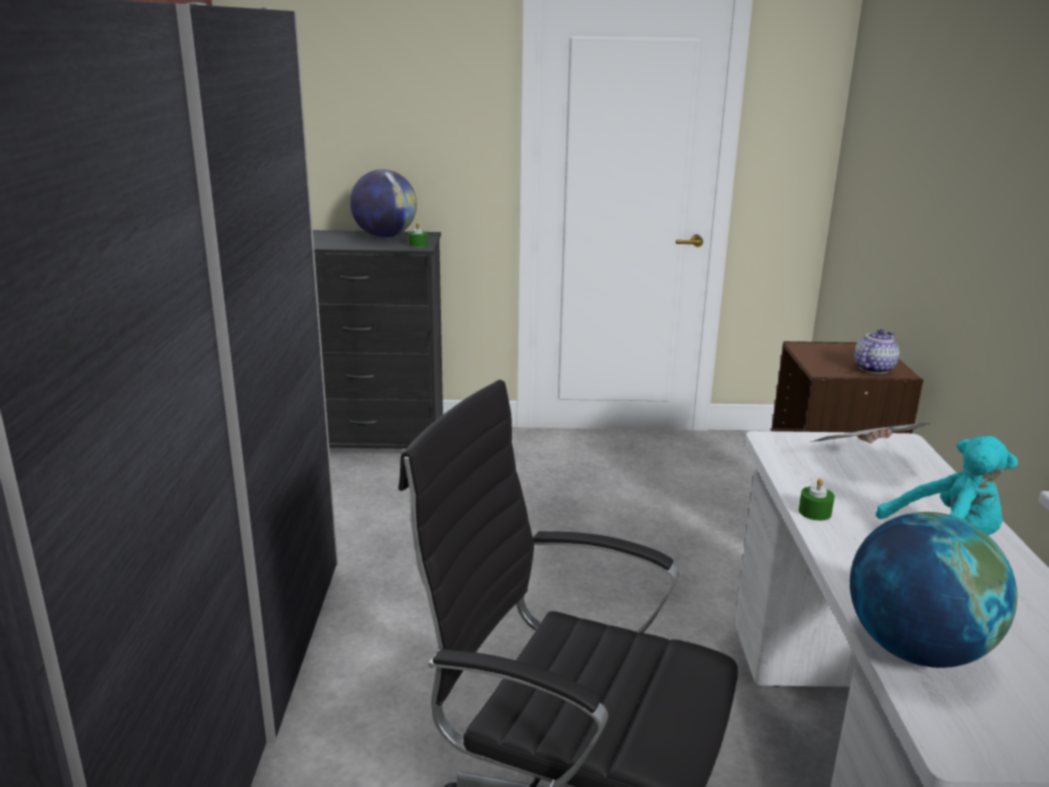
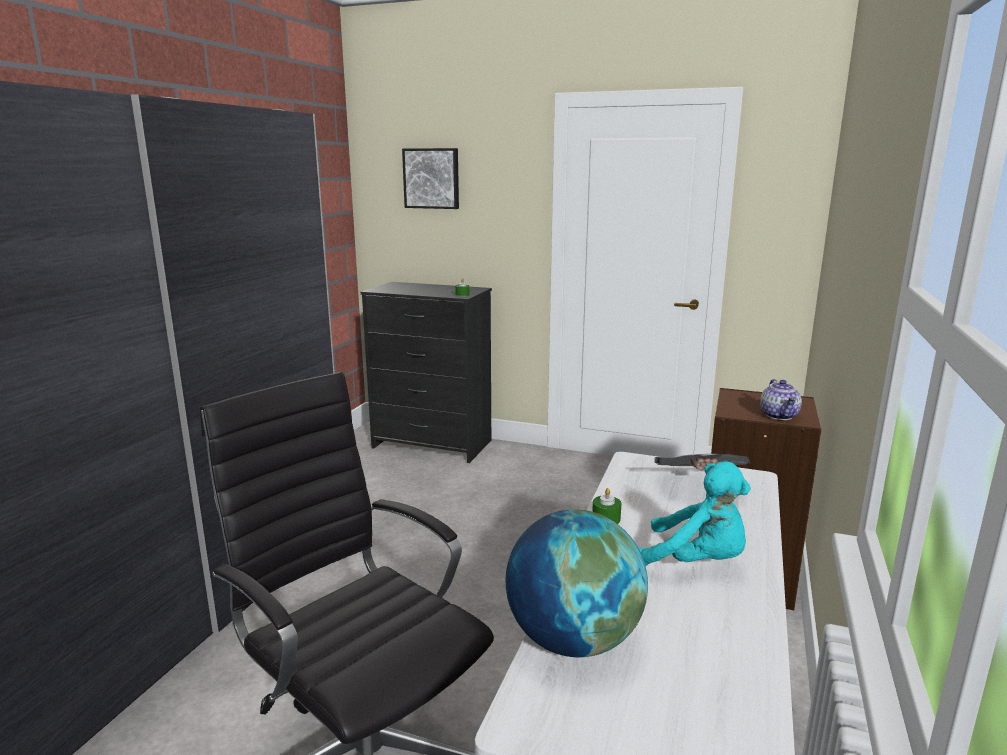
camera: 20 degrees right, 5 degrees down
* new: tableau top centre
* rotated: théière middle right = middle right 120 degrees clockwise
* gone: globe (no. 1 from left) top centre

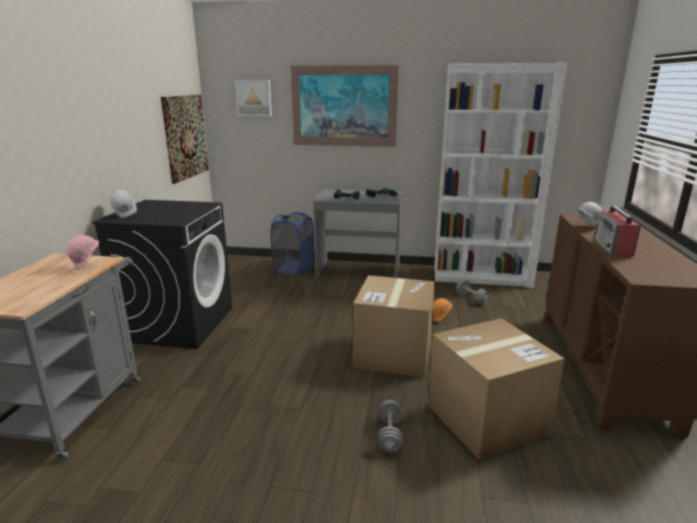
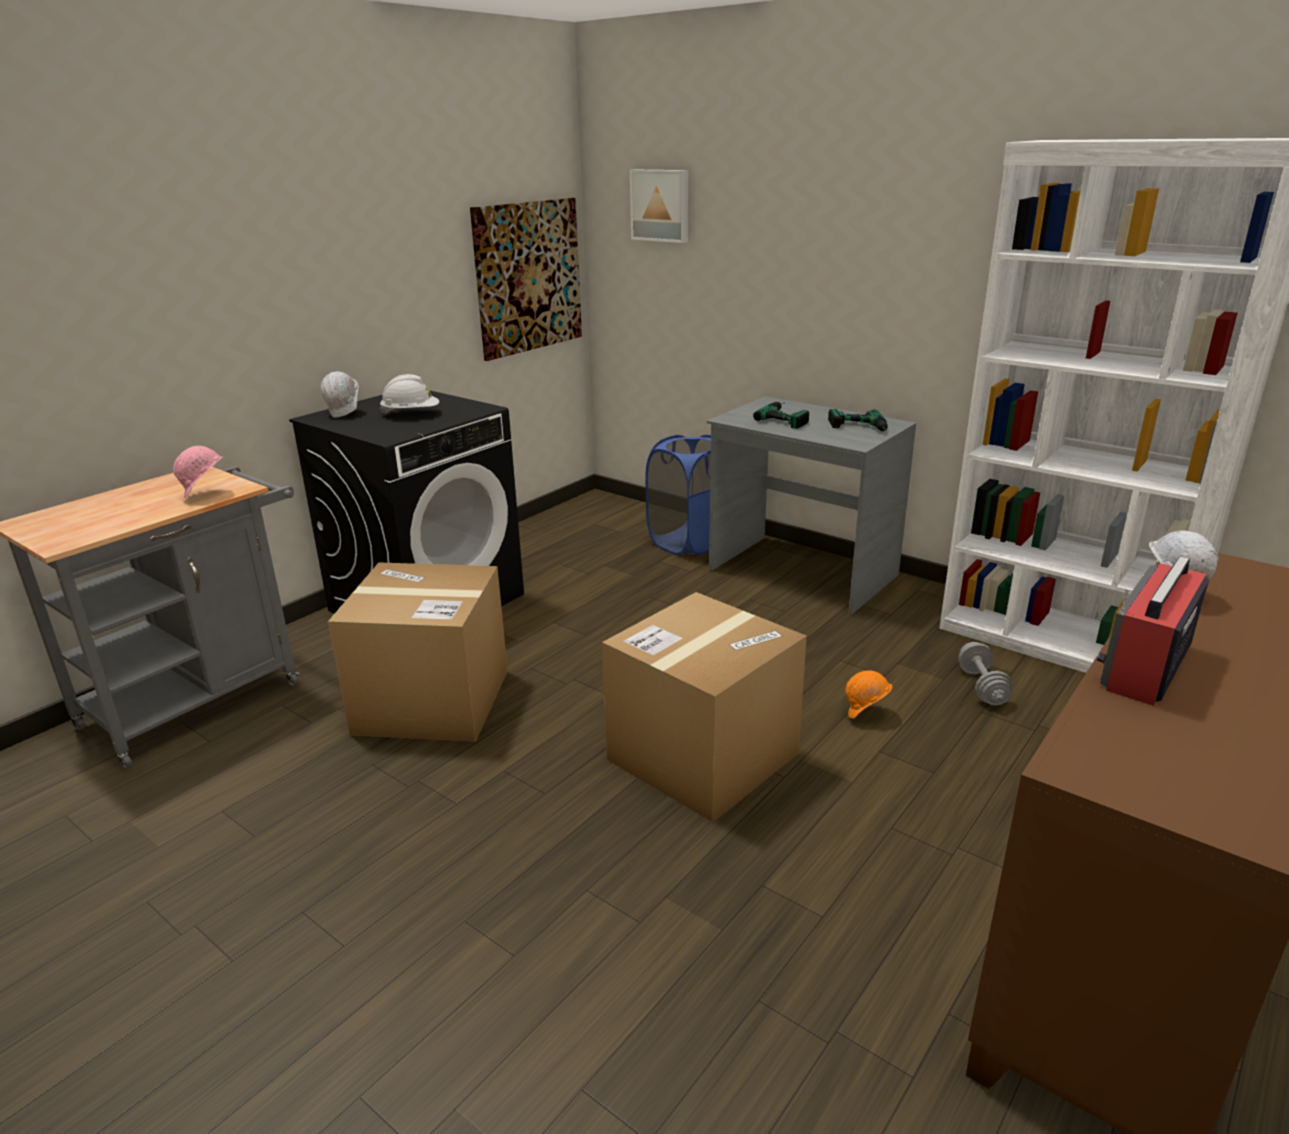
camera: 30 degrees right, 5 degrees up
* shifted: carton (no. 2 from left in the first image) bottom right to carton (no. 1 from left) middle left
* new: casque de chantier [blanc] (no. 2 from left) middle left
* gone: tableau (no. 3 from left) top centre
* gone: haltère [gris] (no. 1 from left) bottom centre

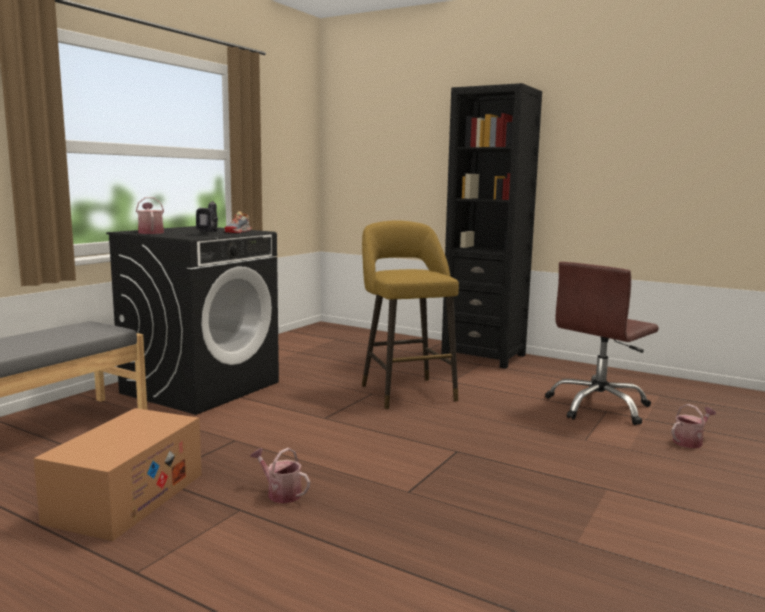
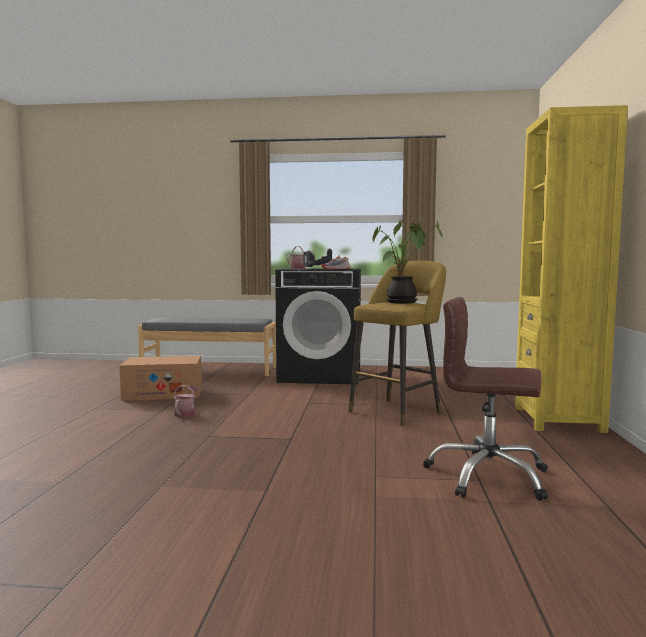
camera: 65 degrees right, 5 degrees down
* new: plante en pot centre
* repainted: bibliothèque [noir] centre to bibliothèque [jaune] middle right
* gone: arrosoir (no. 3 from left) bottom right

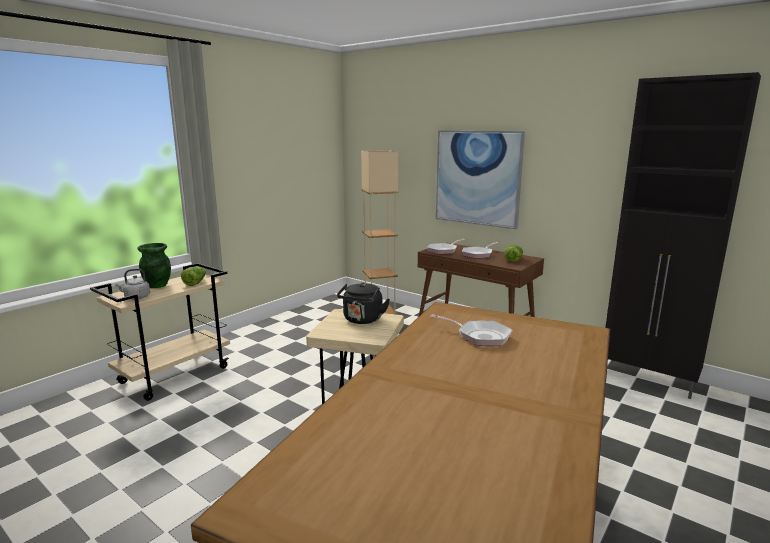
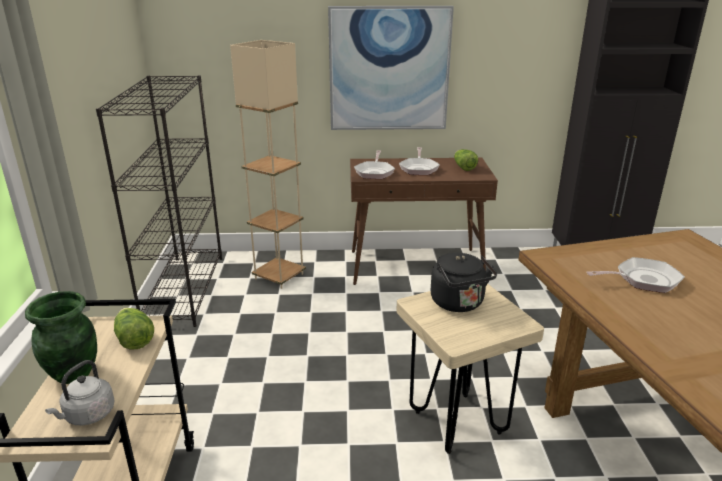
camera: 40 degrees left, 10 degrees up
* new: bibliothèque [noir] middle left

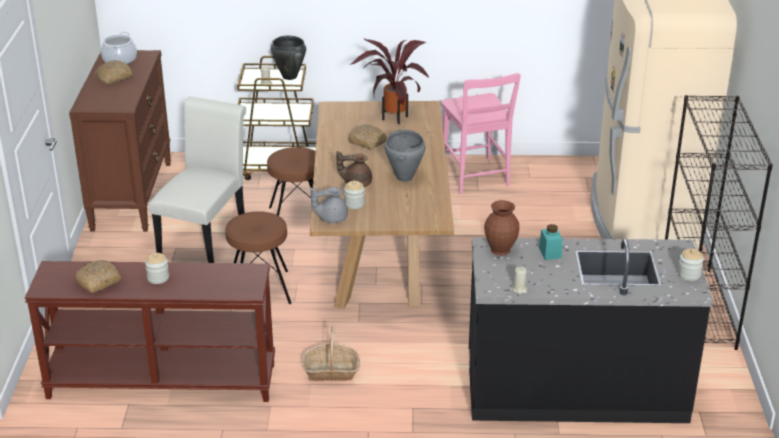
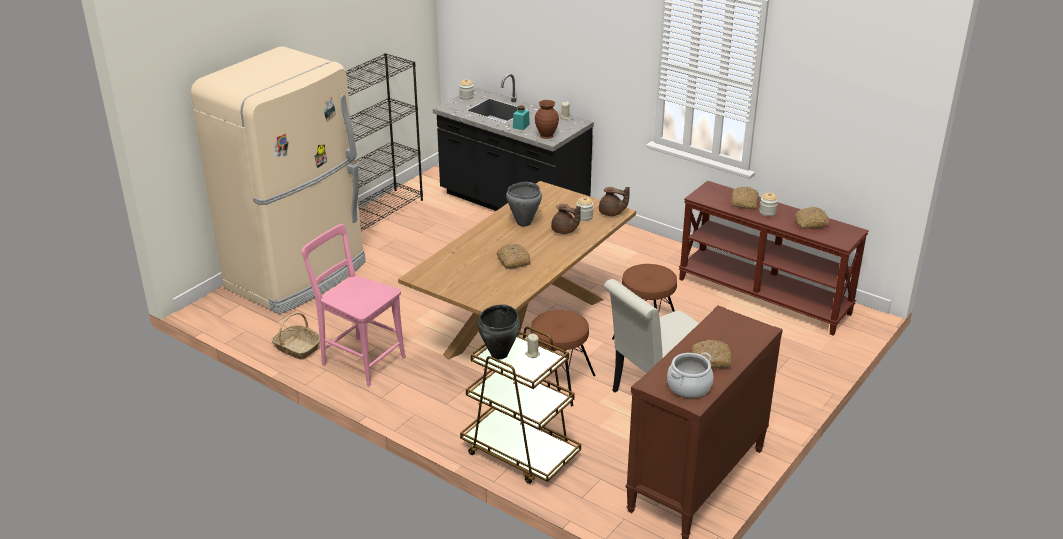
camera: 145 degrees left, 0 degrees up
* shifted: panier bottom centre to middle left
* rotated: chaise [rose] top centre = middle left 75 degrees counterclockwise
* repainted: théière [gris] centre to théière [marron] (no. 2 from left) centre
* new: pain (no. 3 from left) middle right
* gone: plante en pot top centre

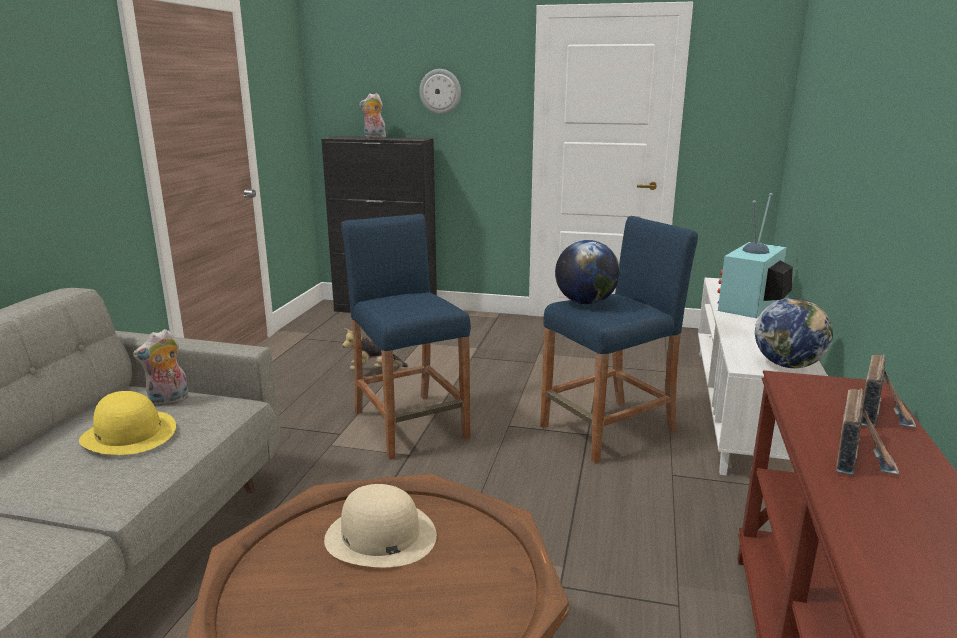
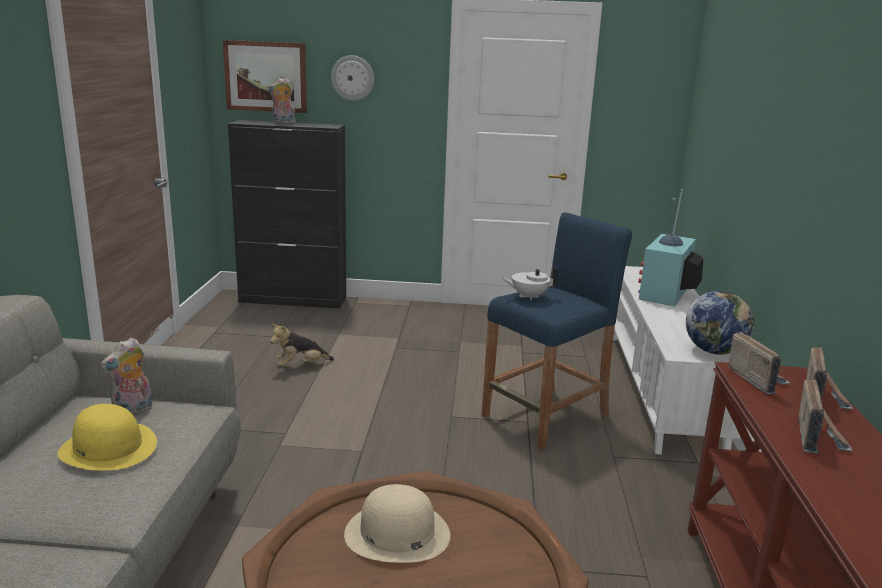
camera: 10 degrees left, 0 degrees up
* new: tableau top left
* swapped: globe (no. 1 from left) centre to théière [blanc] centre
* new: radio (no. 1 from left) middle right
* gone: tabouret [bleu] (no. 1 from left) centre

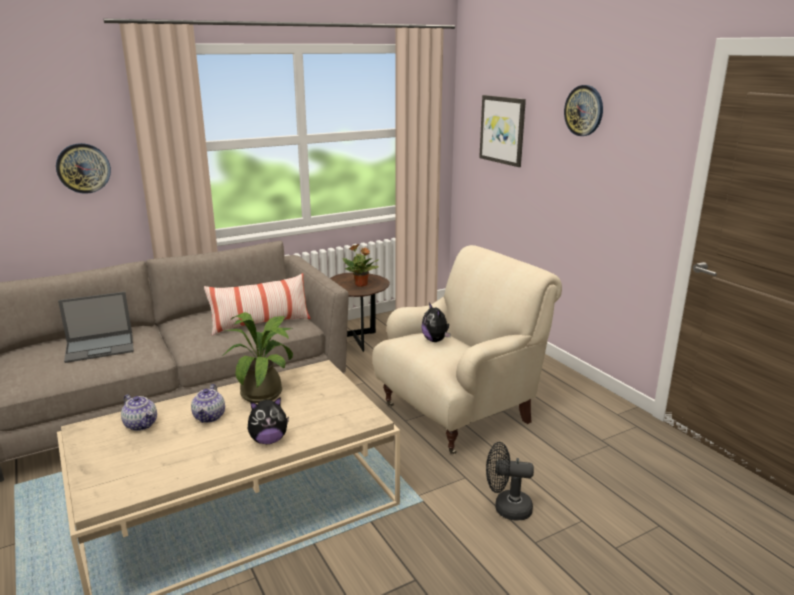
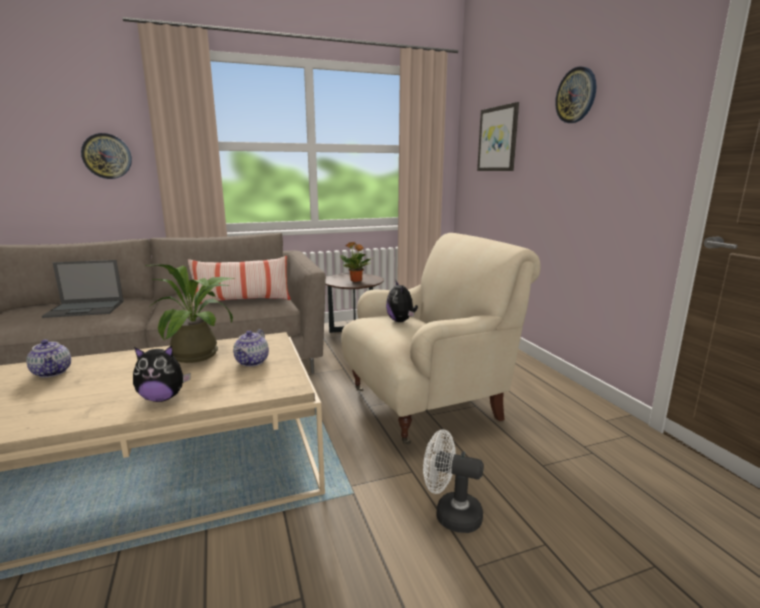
camera: 10 degrees right, 5 degrees down
* shifted: théière (no. 2 from left) bottom left to middle left
* repainted: ventilateur [noir] bottom centre to ventilateur [blanc] bottom centre

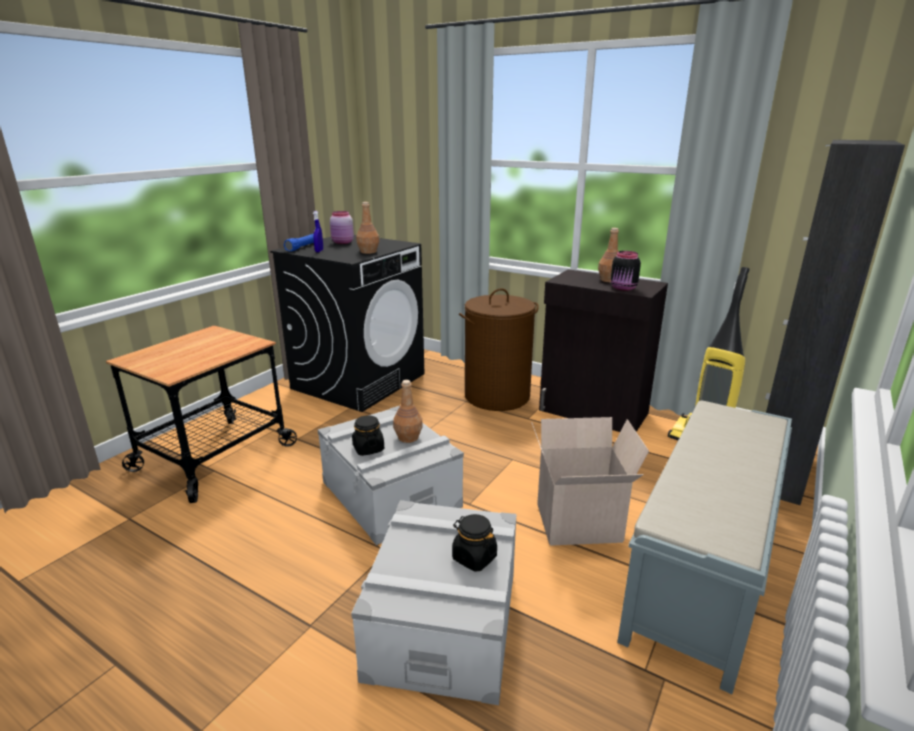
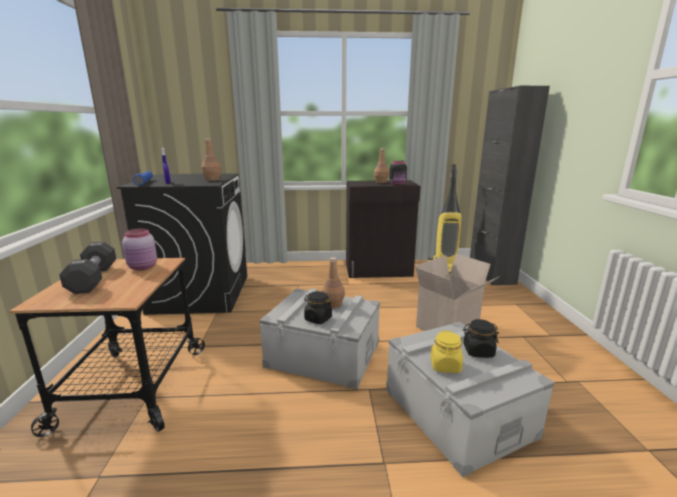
camera: 35 degrees left, 5 degrees down
* new: haltère [noir] middle left
* shifted: bocal [rose] top centre to middle left
* new: bocal [jaune] bottom centre
* gone: panier à linge [marron] centre
* gone: banc [gris] bottom right

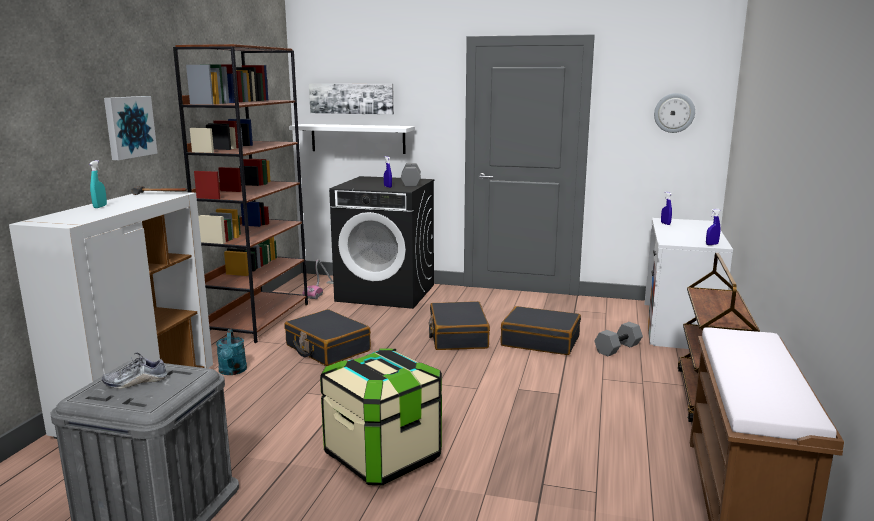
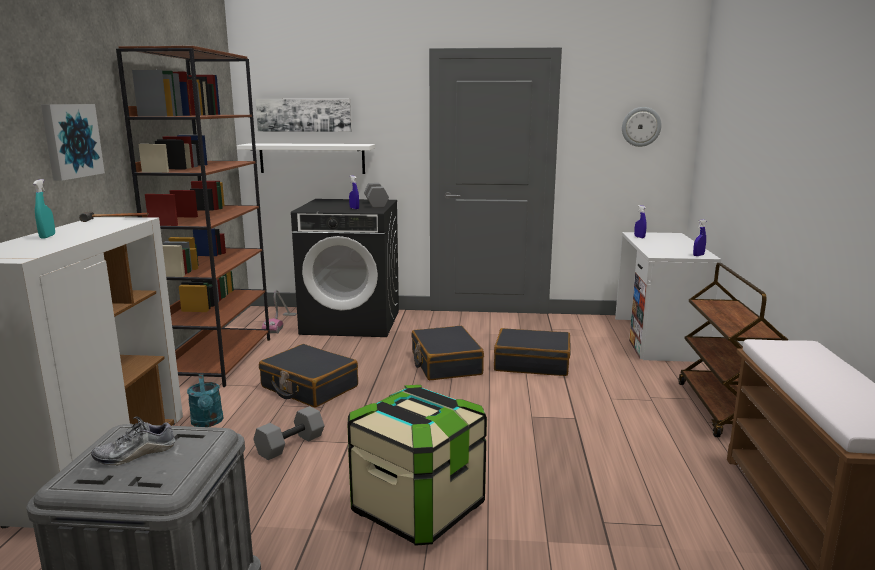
camera: 10 degrees left, 0 degrees up
* shifted: haltère [gris] (no. 2 from left in the first image) middle right to haltère [gris] (no. 1 from left) bottom left

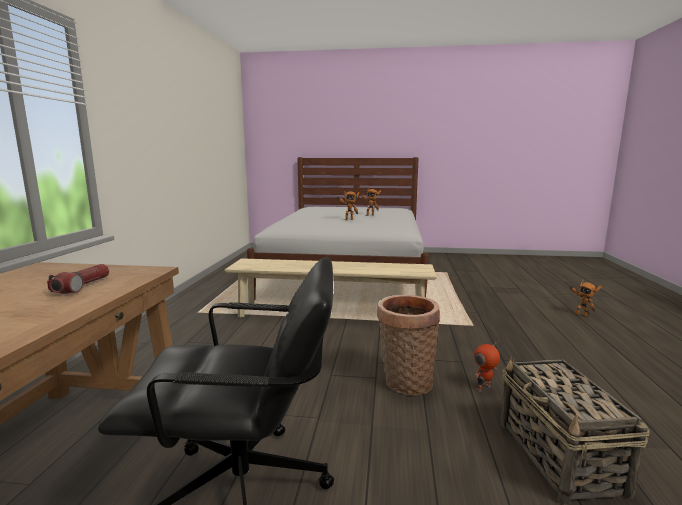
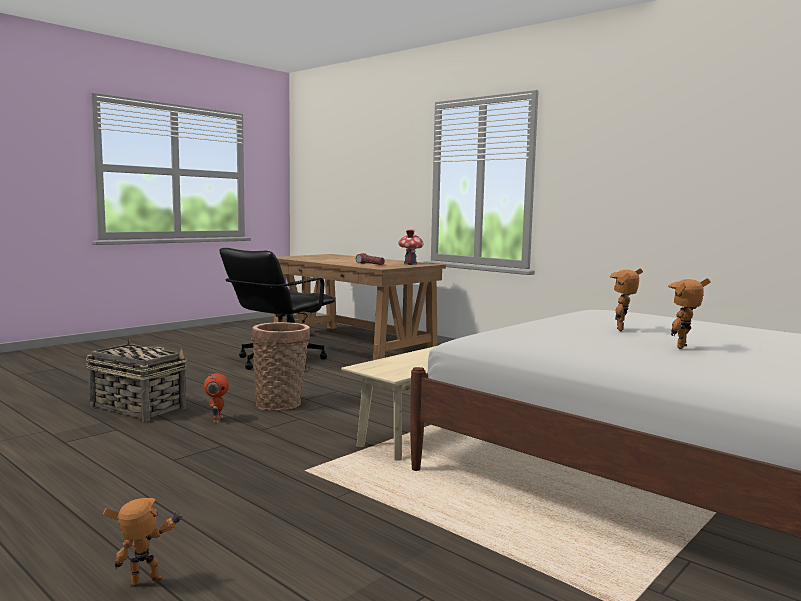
camera: 125 degrees right, 5 degrees down
* new: maison miniature centre

